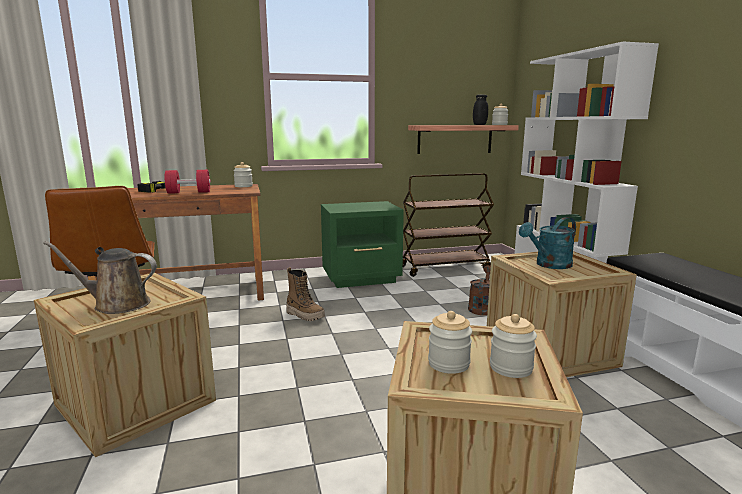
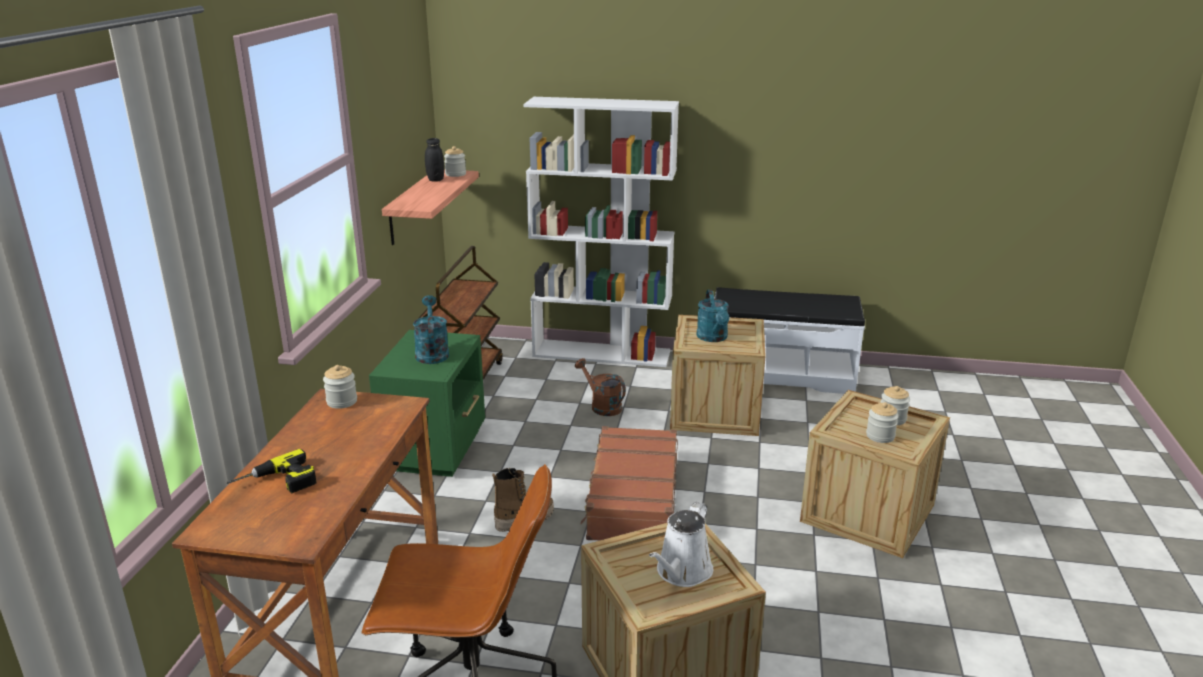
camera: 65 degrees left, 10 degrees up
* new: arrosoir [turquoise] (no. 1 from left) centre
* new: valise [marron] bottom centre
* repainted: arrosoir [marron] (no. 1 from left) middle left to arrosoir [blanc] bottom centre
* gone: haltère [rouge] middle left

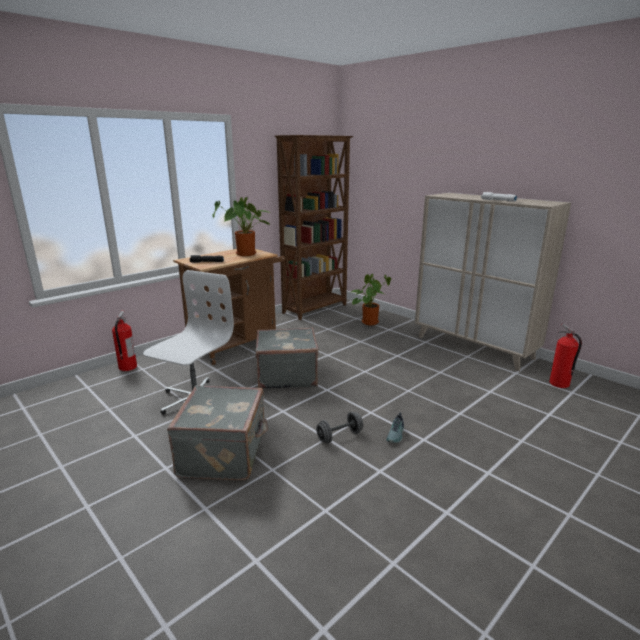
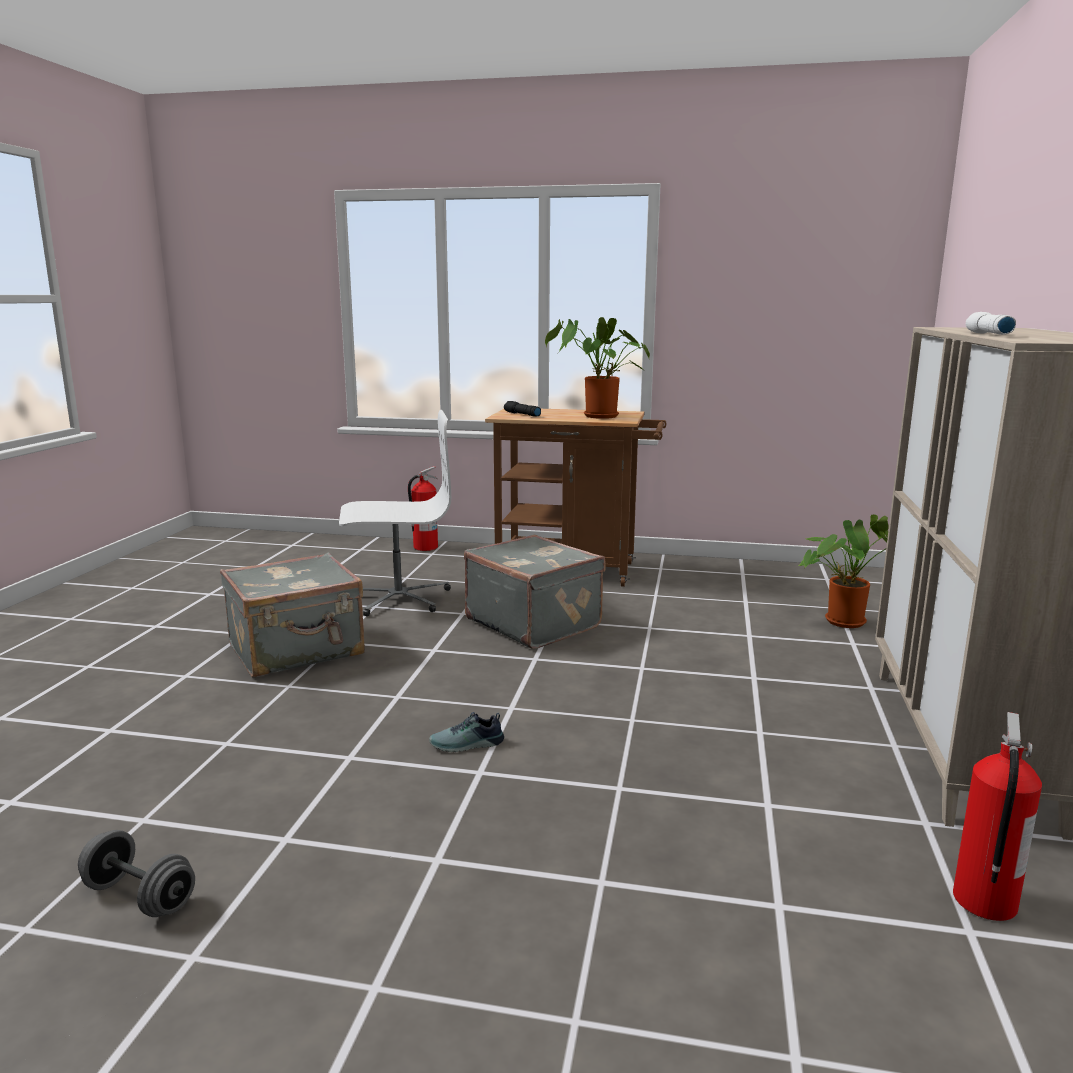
camera: 55 degrees right, 5 degrees down
* shifted: haltère [gris] bottom centre to bottom left
* gone: bibliothèque [marron] centre

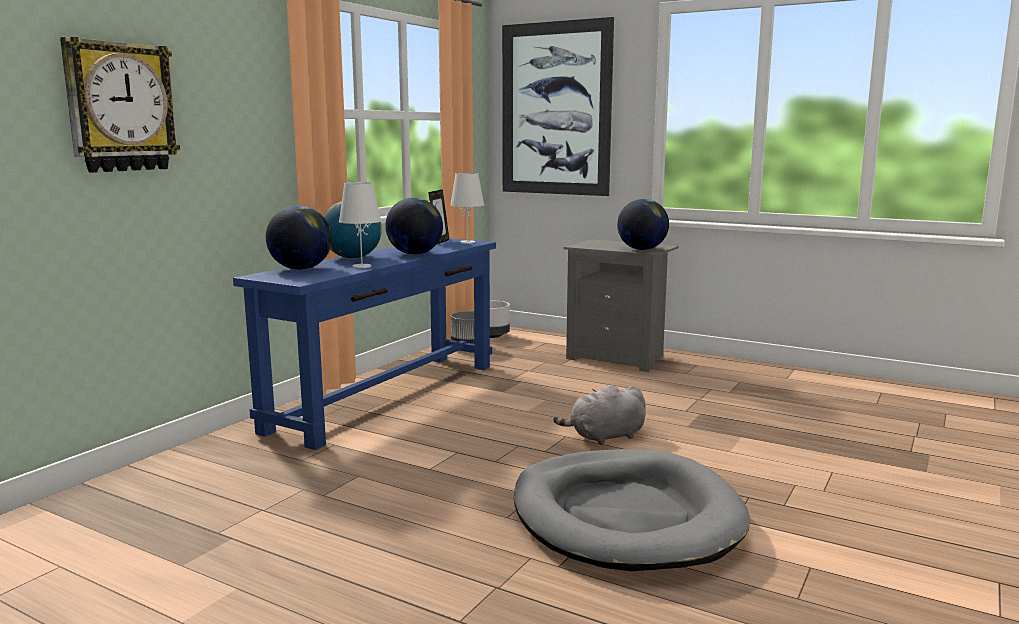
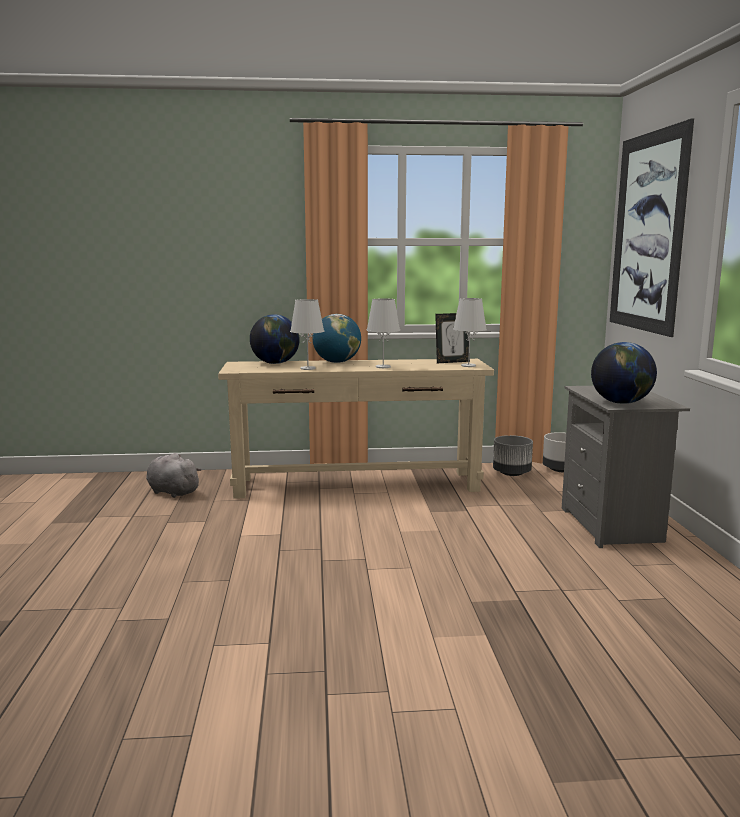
camera: 55 degrees right, 0 degrees up
* shifted: peluche [gris] centre to middle left
* repainted: table console [bleu] centre to table console [beige] centre
* swapped: globe (no. 3 from left) centre to lampe de table [blanc] (no. 2 from left) centre
* gone: horloge murale top left
* gone: panier pour chien [gris] bottom centre

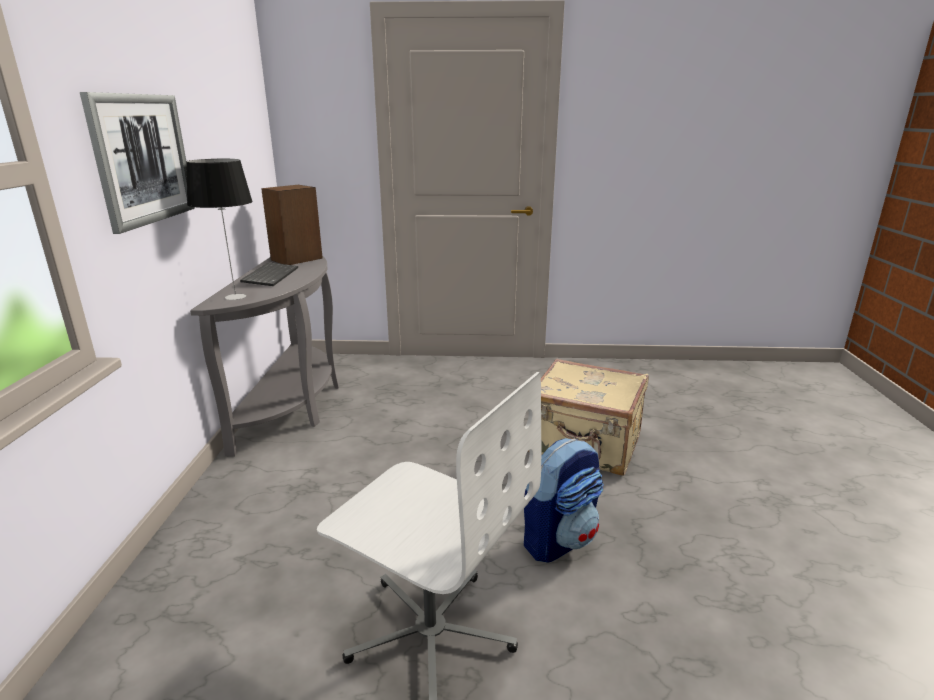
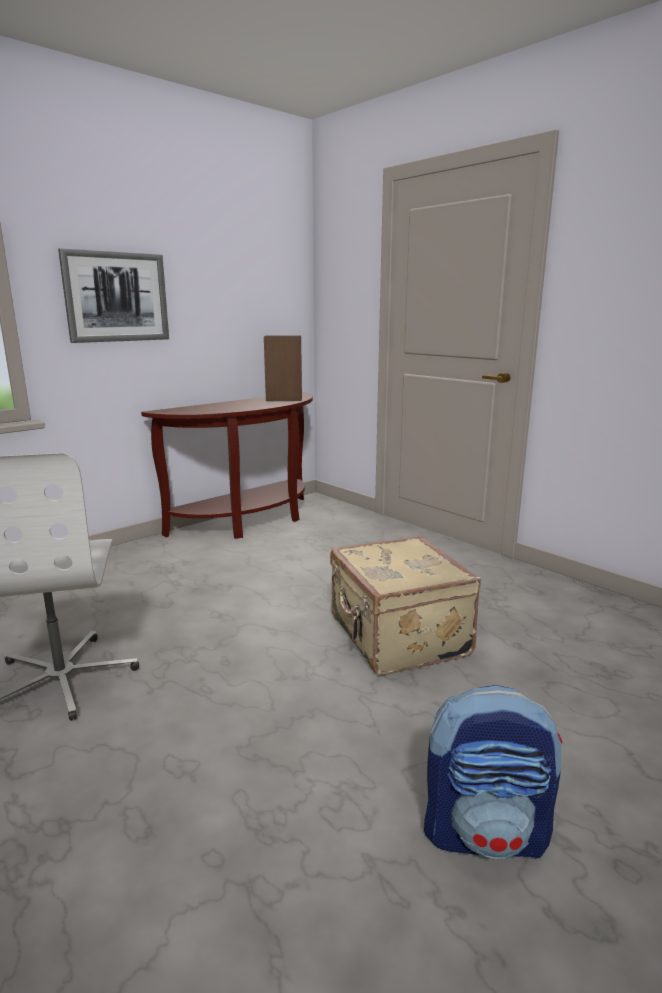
camera: 45 degrees right, 5 degrees down
* repainted: table console [gris] middle left to table console [marron] centre
* shifted: sac à dos bottom centre to bottom right
* gone: lampe de table top left
* gone: clavier middle left

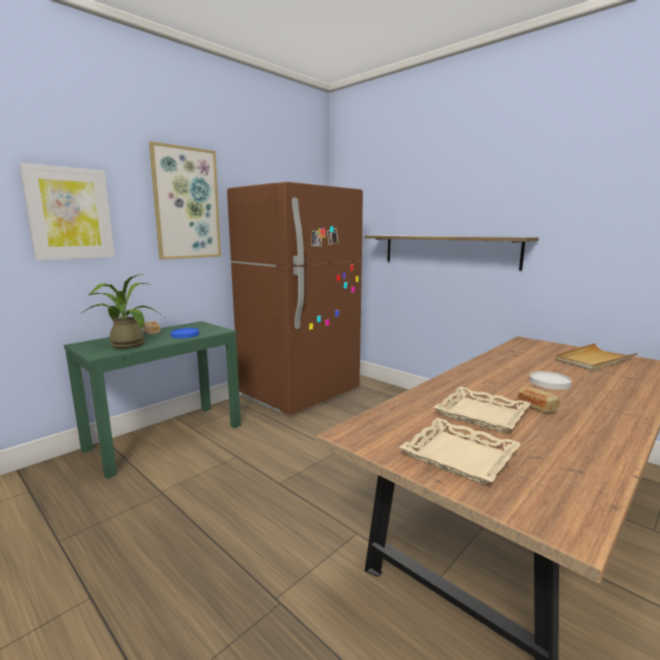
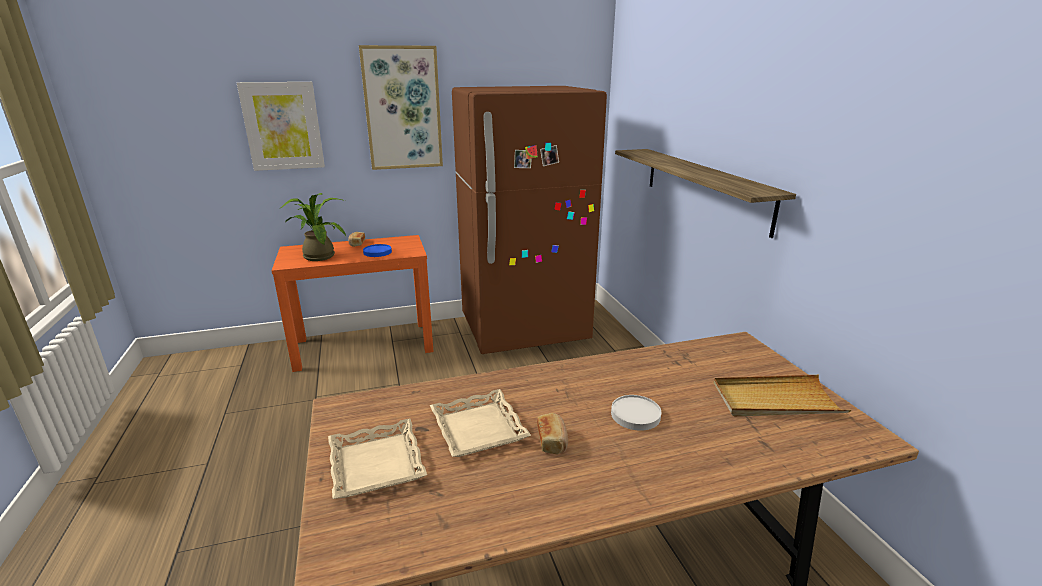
camera: 30 degrees right, 10 degrees up
* repainted: table console [vert] middle left to table console [orange] centre

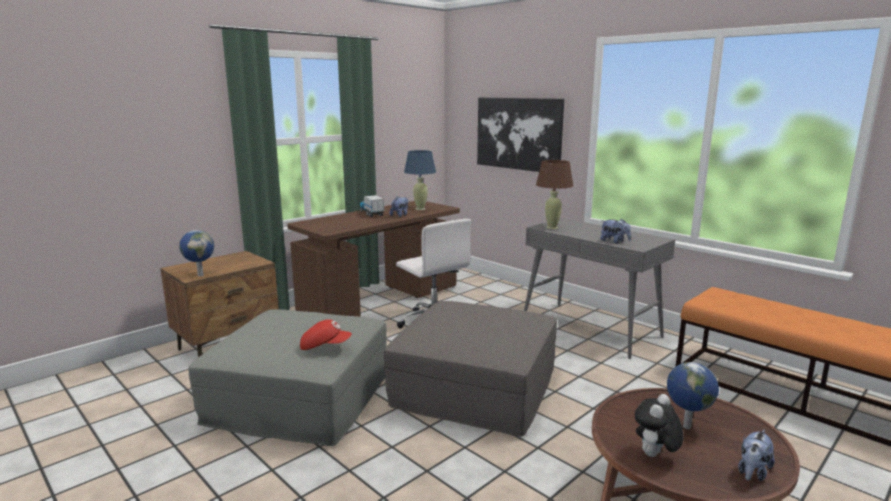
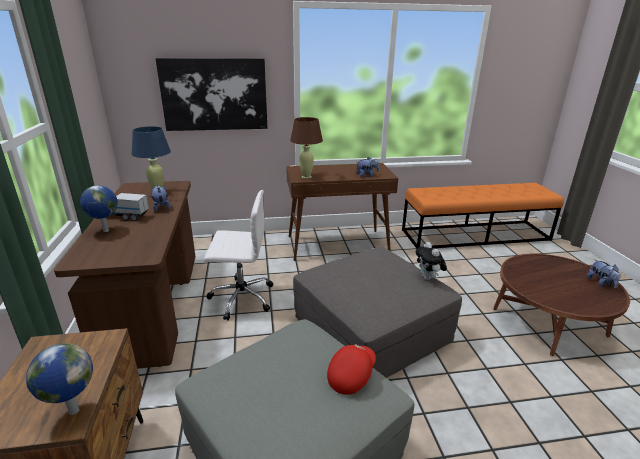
camera: 55 degrees left, 10 degrees up
* shifted: globe (no. 2 from left) bottom right to middle left
* repainted: table console [gris] middle right to table console [marron] centre
* shifted: peluche (no. 3 from left) bottom right to middle right

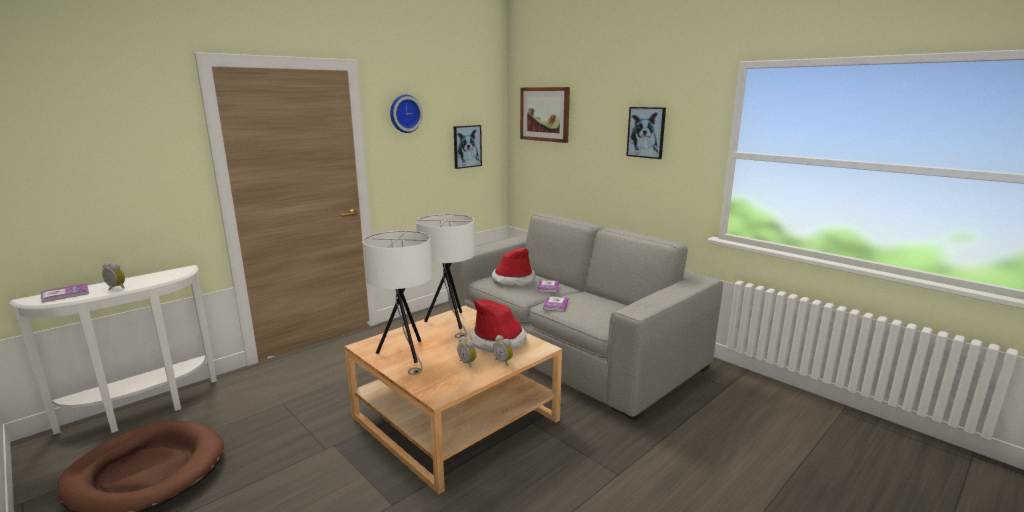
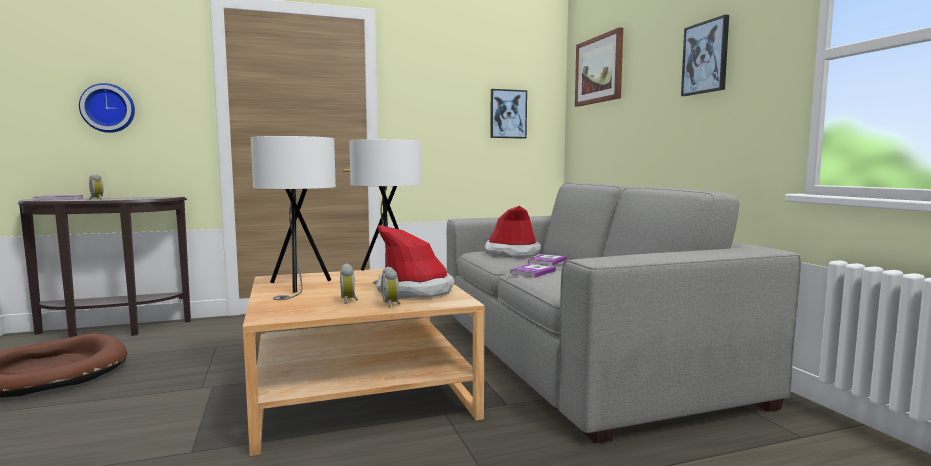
camera: 25 degrees right, 10 degrees down
* repainted: table console [blanc] bottom left to table console [marron] middle left
* shifted: horloge murale top centre to top left

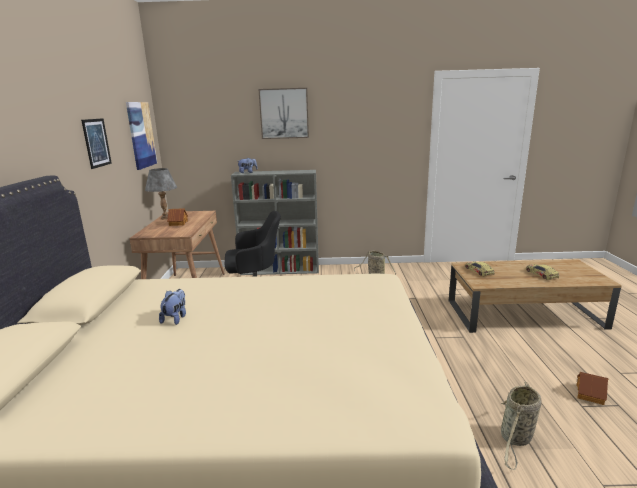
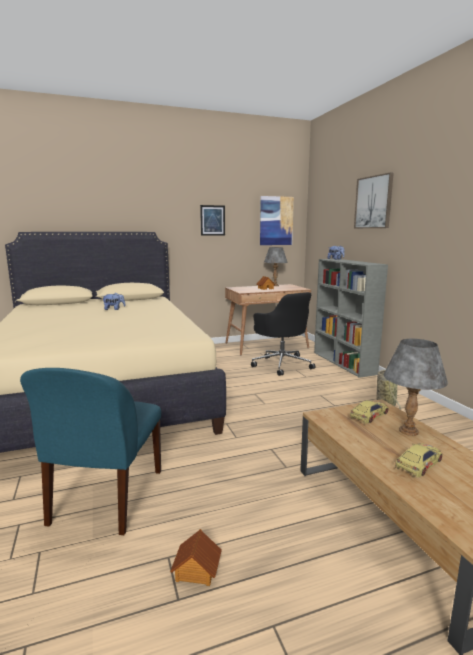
camera: 70 degrees right, 5 degrees down
* swapped: panier (no. 2 from left) bottom right to chaise [bleu] bottom left
* new: lampe de table [gris] (no. 2 from left) middle right

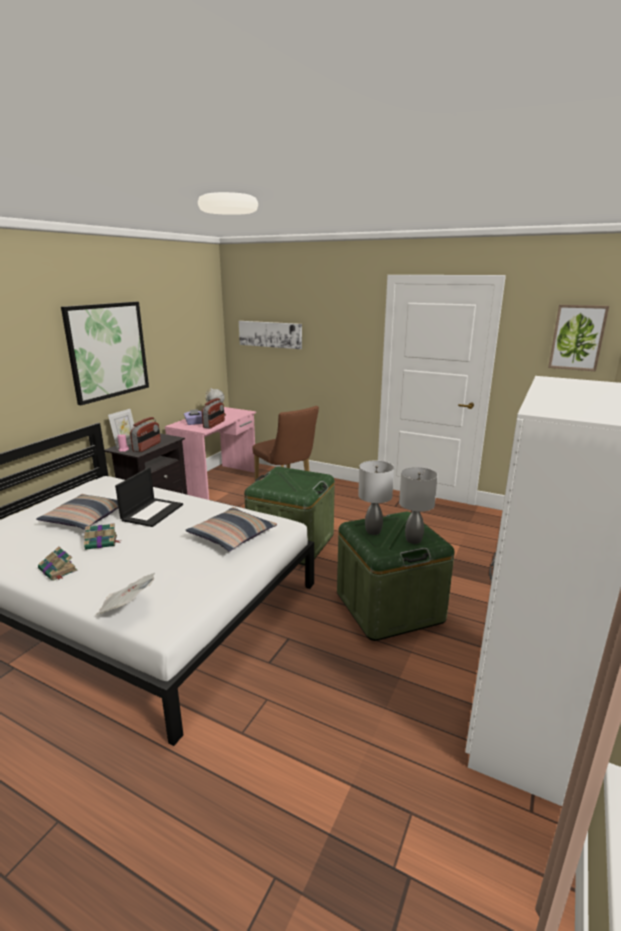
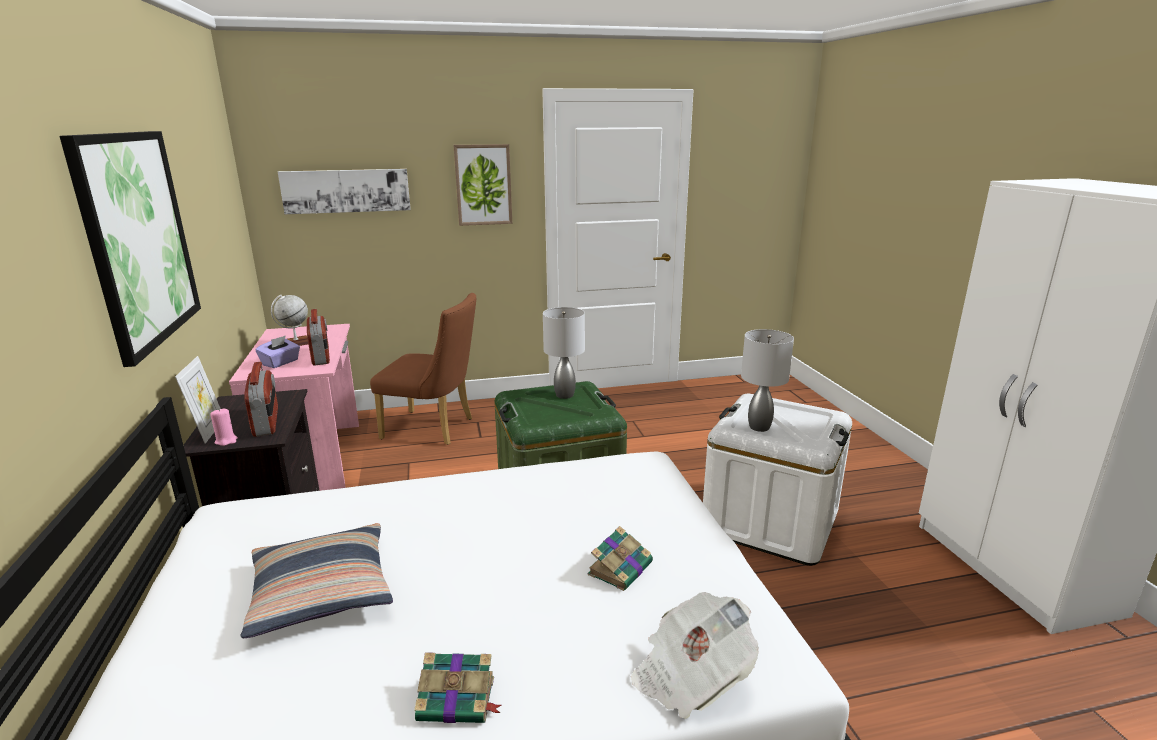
camera: 40 degrees left, 0 degrees up
* shifted: tableau (no. 3 from left) middle right to top centre
* shifted: lampe de table [gris] (no. 2 from left in the first image) middle right to lampe de table [gris] (no. 1 from left) centre
* shifted: livre (no. 2 from left) middle left to bottom centre
* repainted: boîte de rangement [vert] (no. 2 from left) centre to boîte de rangement [blanc] middle right
* gone: ordinateur portable middle left
* gone: coussin (no. 2 from left) centre

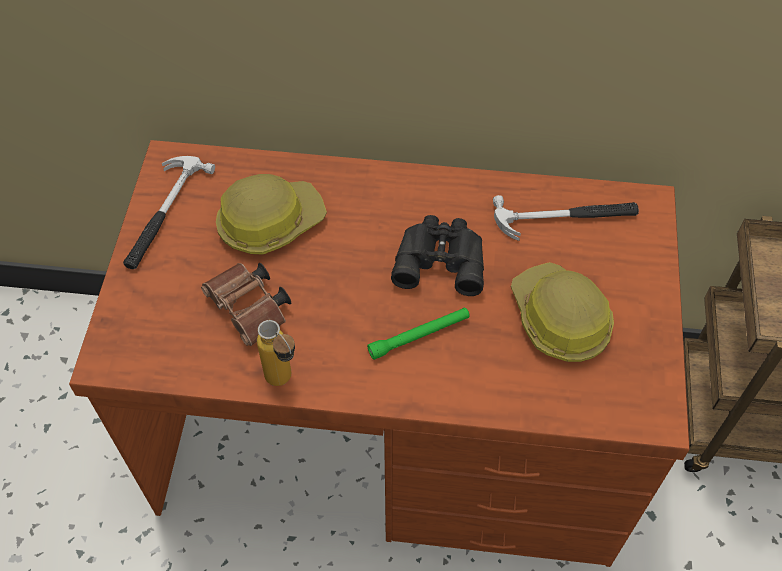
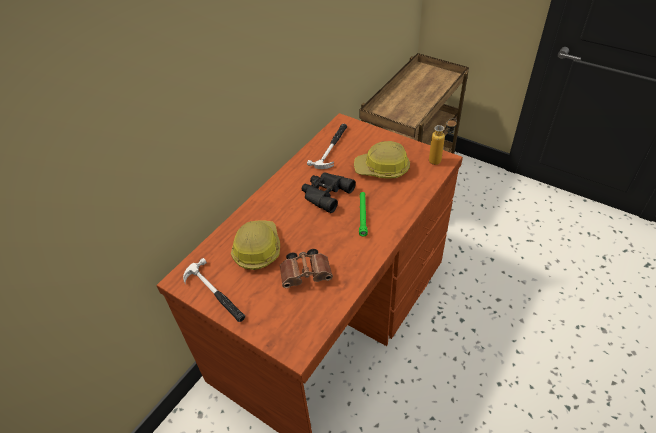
camera: 60 degrees left, 10 degrees down
* shifted: bouteille centre to top right

